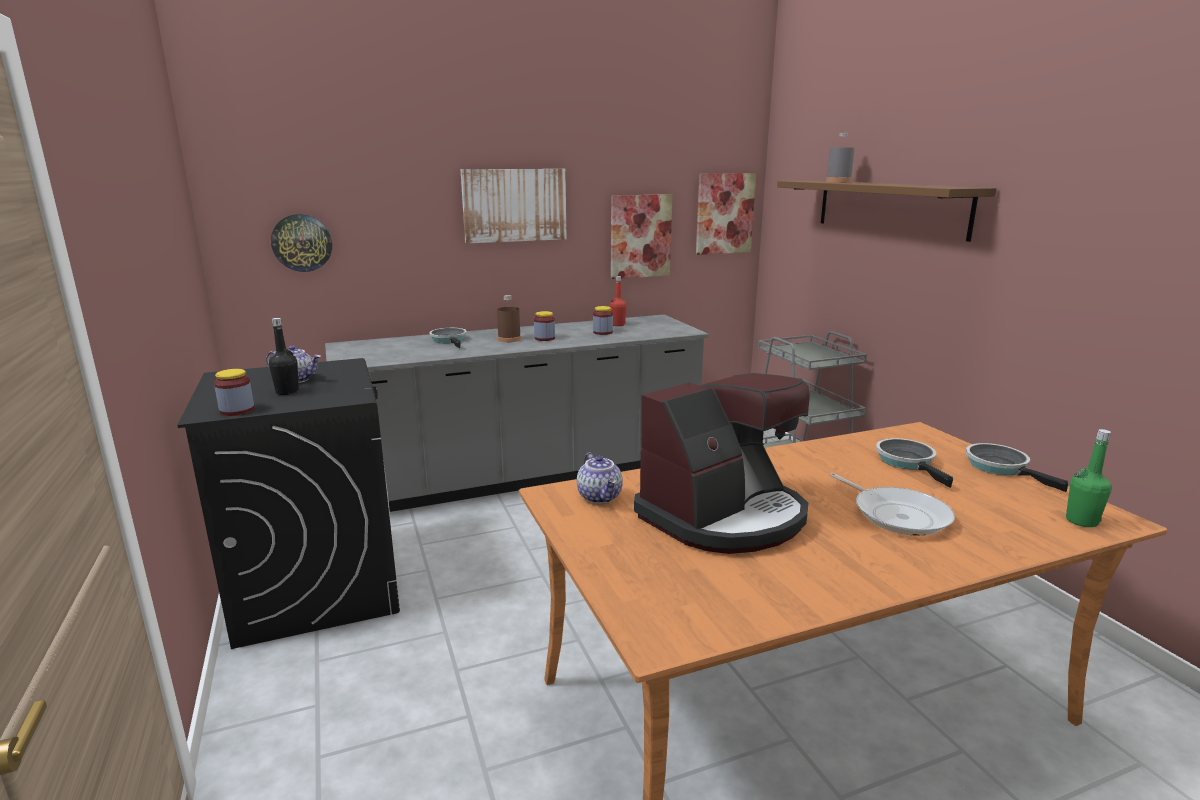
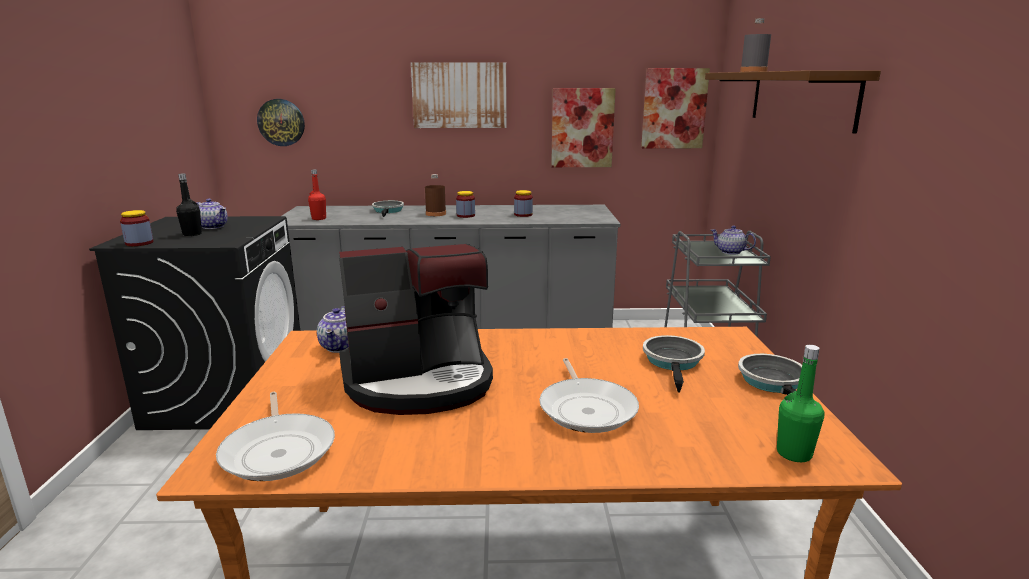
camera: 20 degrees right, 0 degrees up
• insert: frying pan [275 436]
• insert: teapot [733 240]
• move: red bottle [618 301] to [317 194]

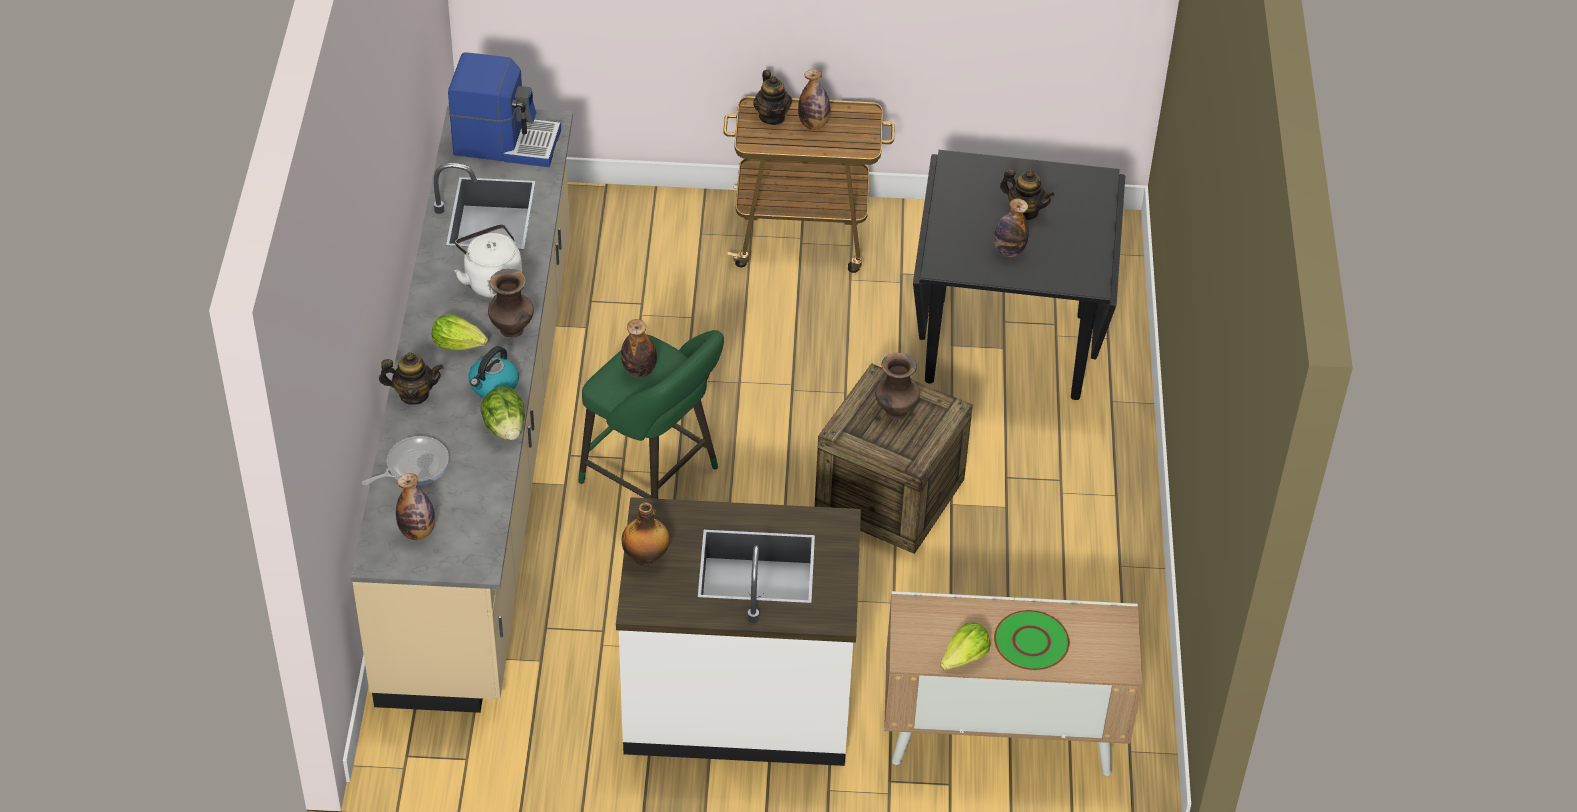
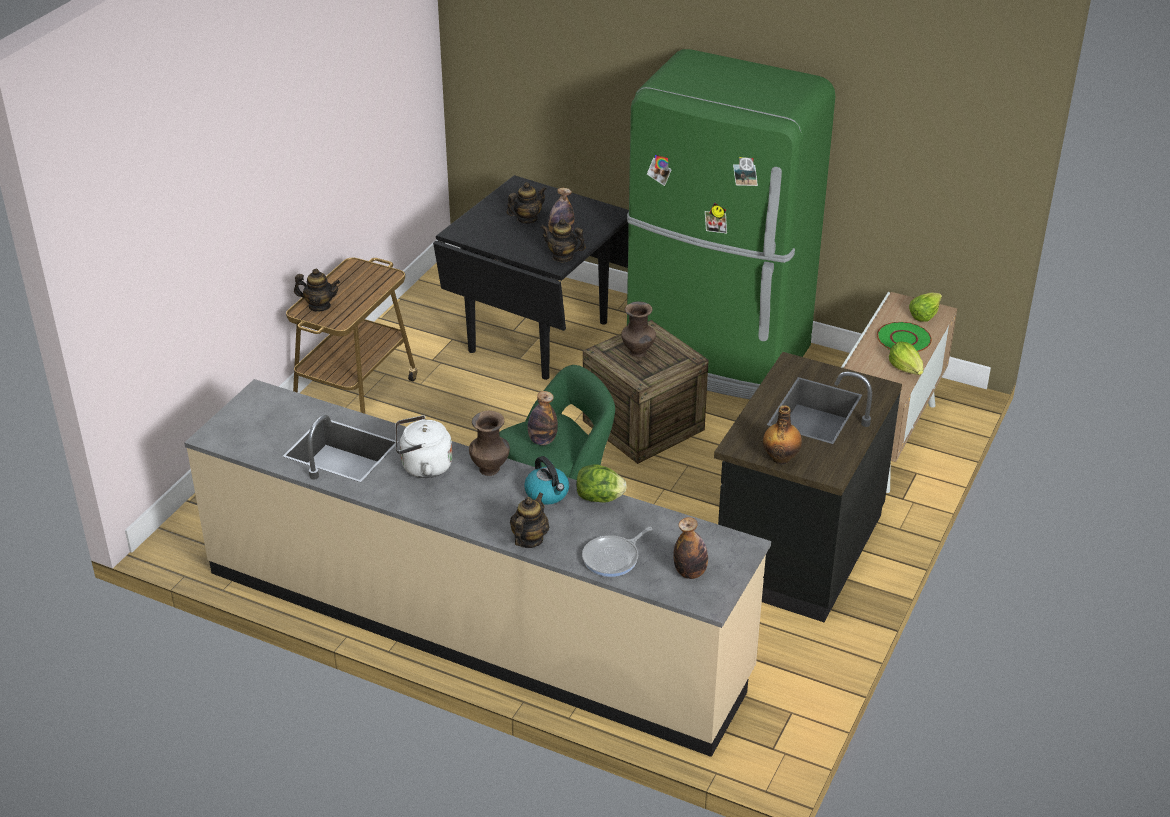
camera: 65 degrees left, 10 degrees down
• delete: coffee machine [504 110]
• delete: bottle [814 99]
• insert: teapot [563 240]
• insert: green fridge [731 224]
• move: lettuce [460 332] to [925 307]
• recolor: white counter [738 631] to black counter [808 487]
• rotate: frying pan [405 460] = [617 552] 120 degrees counterclockwise

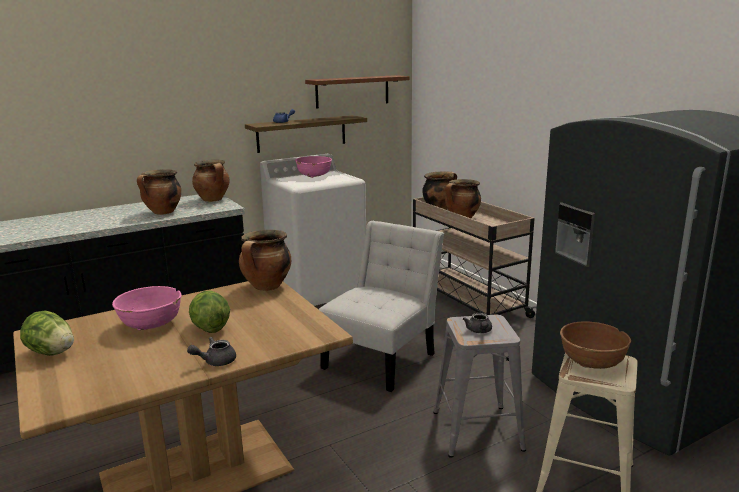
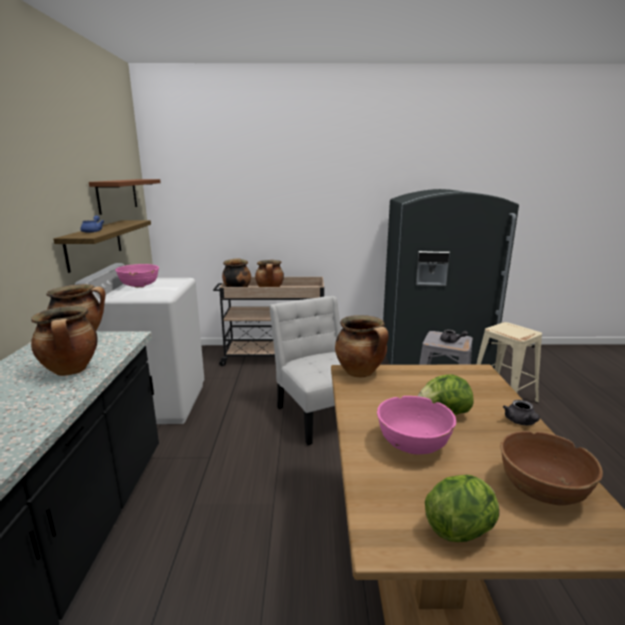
camera: 60 degrees left, 0 degrees up
• move: brown bowl [595 345] to [551 468]

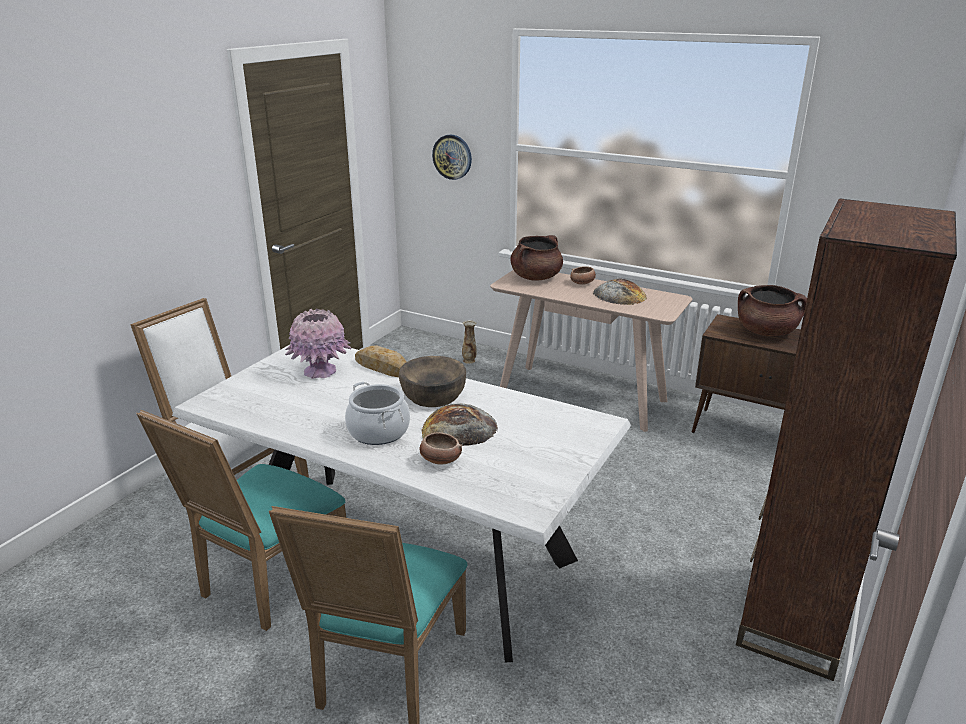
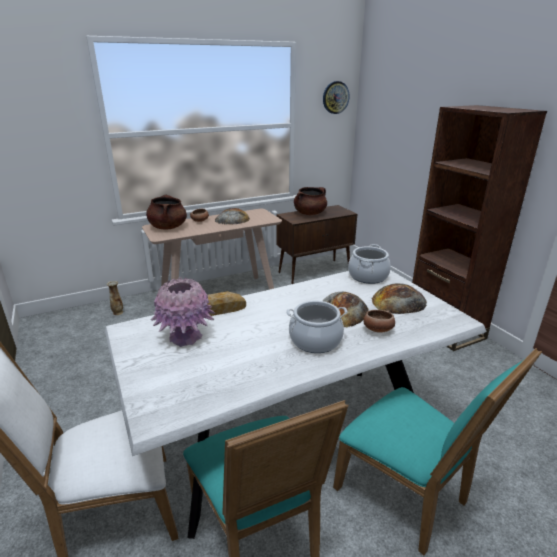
camera: 55 degrees left, 0 degrees up
• delete: brown bowl [432 381]
• insert: cooking pot [369 264]
• insert: bread [399 298]
• move: wall clock [452 157] to [336 97]

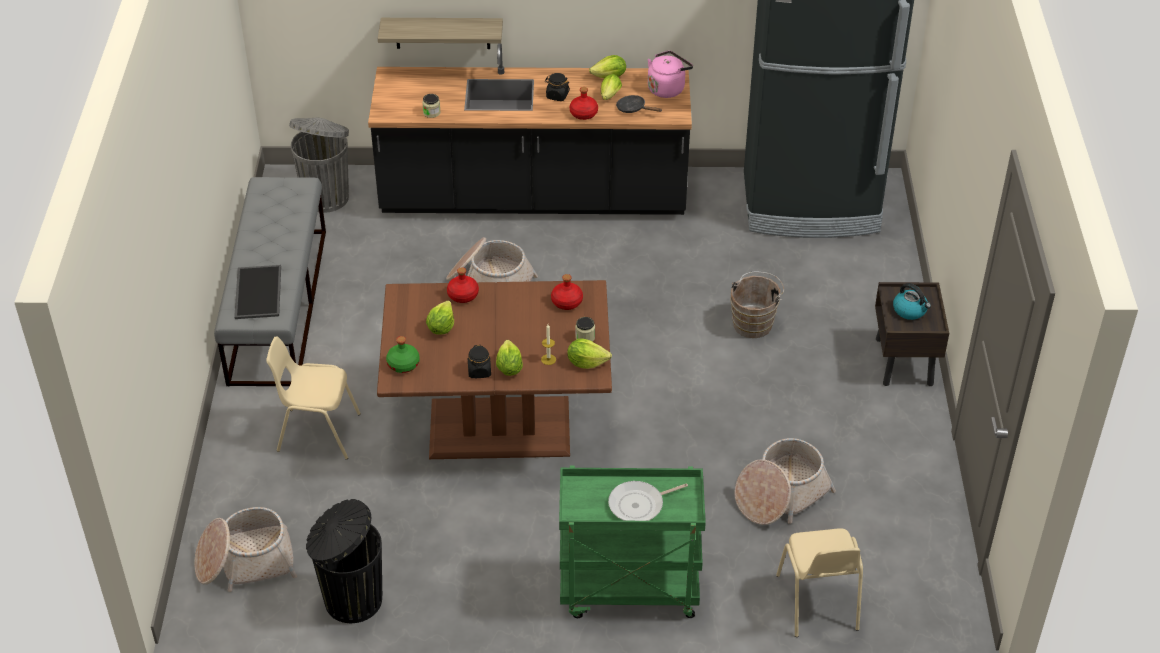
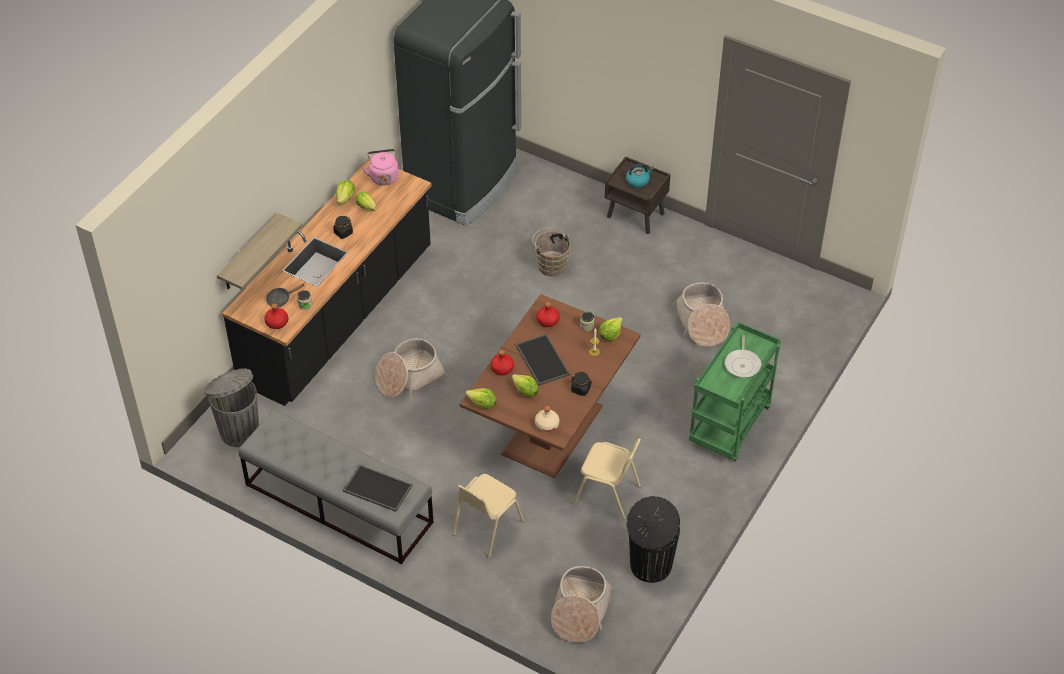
camera: 60 degrees left, 5 degrees up
• insert: tray [542 360]
• move: lettuce [509 358] to [480 398]
• move: red bottle [584 103] to [276 316]
• move: black frying pan [639 104] to [285 295]
• move: beige chair [819 582] to [607 479]
• recolor: green bottle [402 354] to beige bottle [547 419]

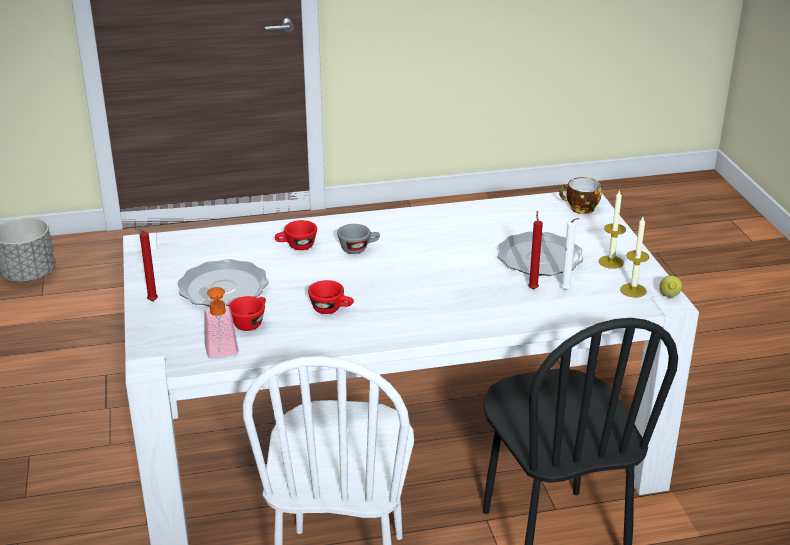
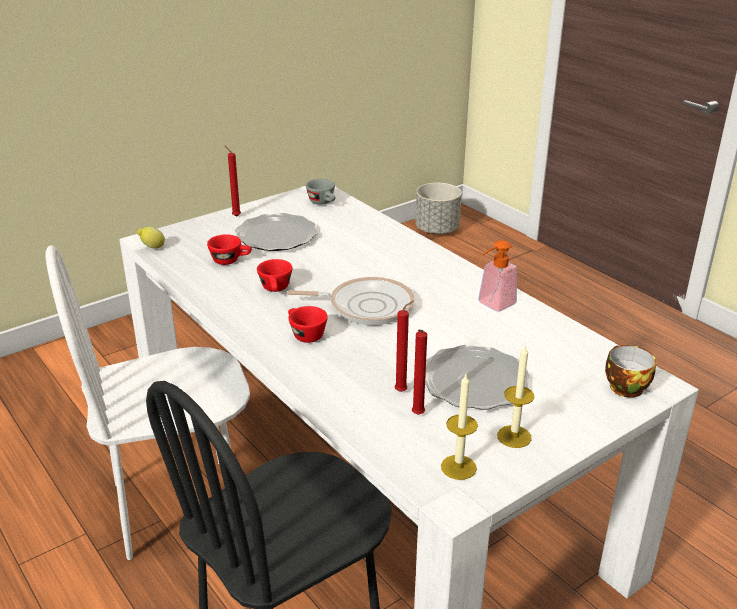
camera: 65 degrees right, 0 degrees up
• insert: frying pan [351 301]
• move: soap dispenser [221 323] to [497 276]
• move: red cup [296 235] to [308 324]
• move: grey cup [358 239] to [321 192]
• move: lemon [671 286] to [151 238]
• recolor: white candle [570 254] to red candle [419 372]

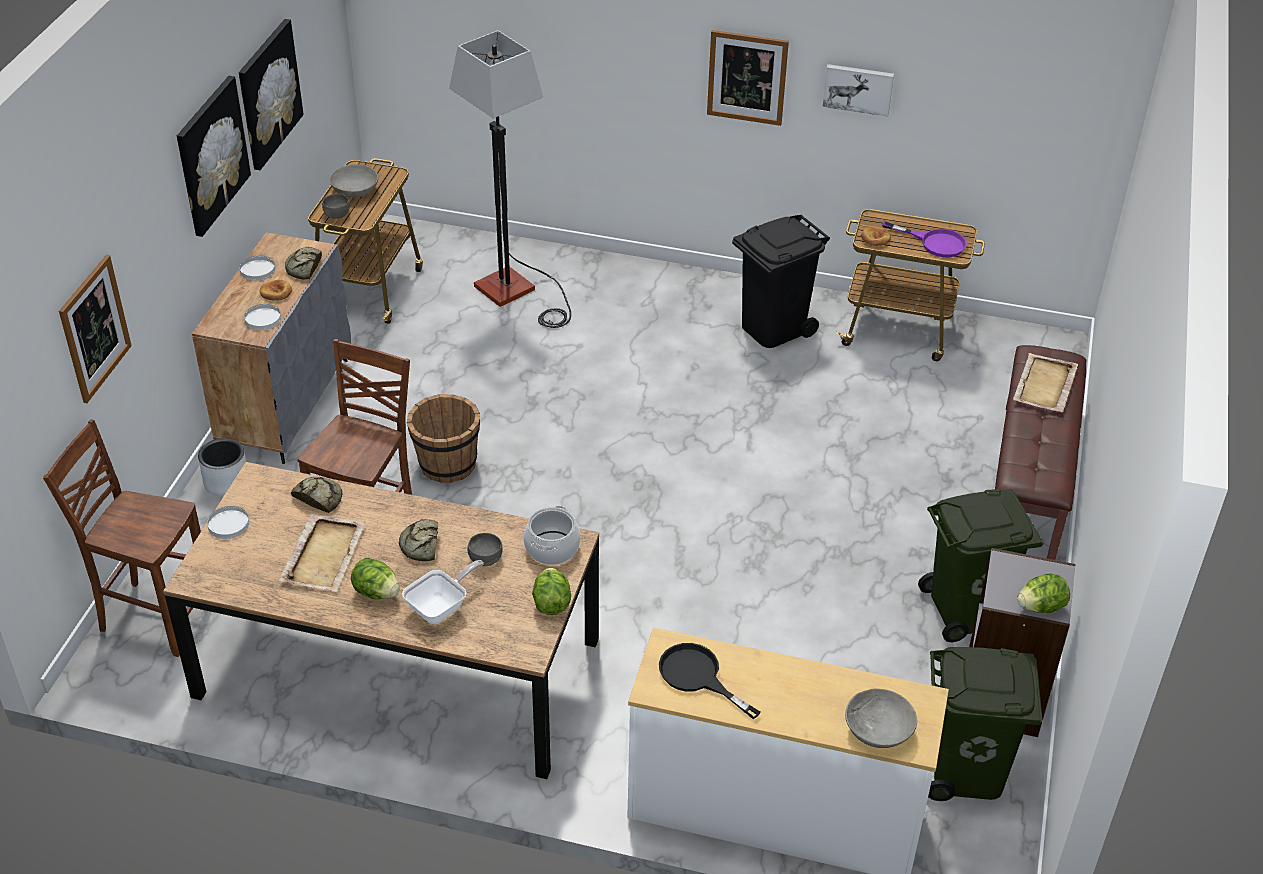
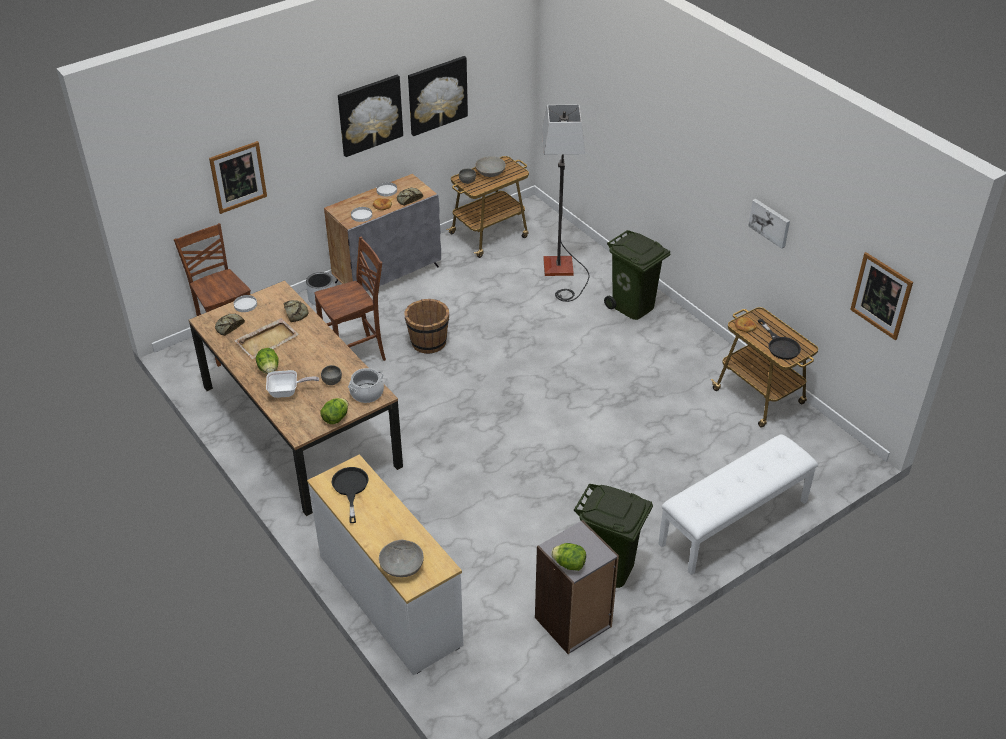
camera: 40 degrees right, 0 degrees up
• delete: black trash can [781 281]
• delete: beige tray [1045 382]
• move: bread [418 540] to [230 325]
• move: picture [748 78] to [881 296]
• move: green trash can [985 724] to [637 275]
• recolor: purple frying pan [924 239] to black frying pan [779 339]
• recolor: brown bench [1040 452] to white bench [738 504]

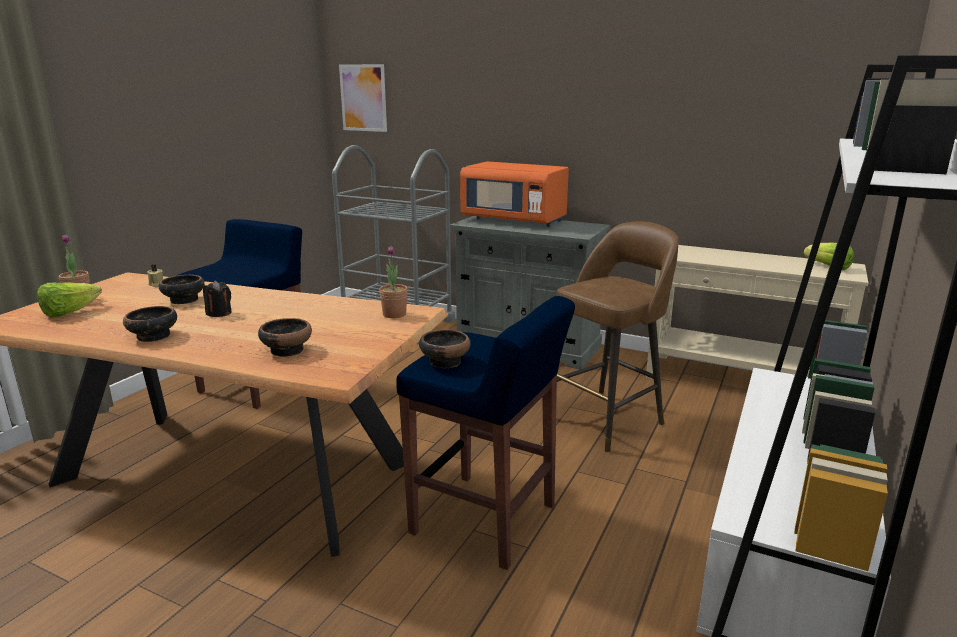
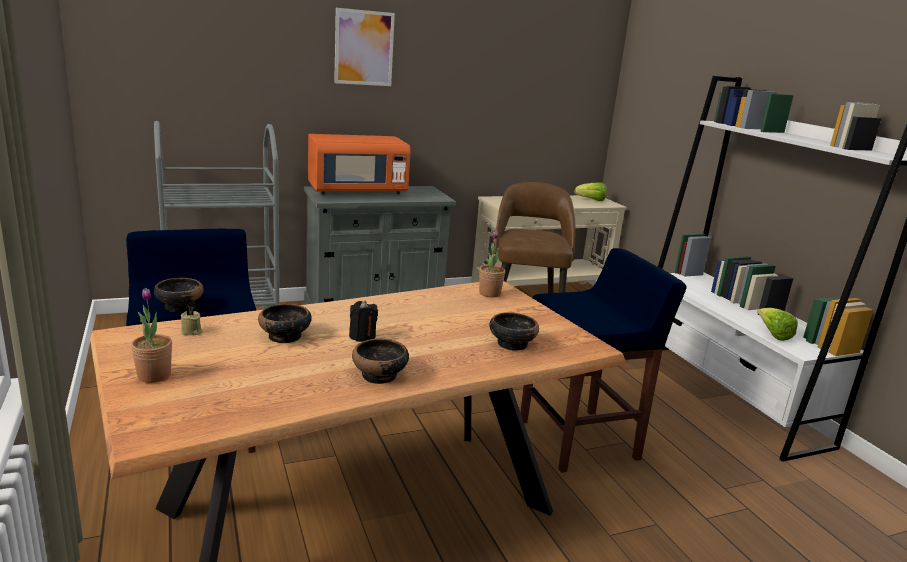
camera: 50 degrees left, 0 degrees up
• move: lettuce [69 300] to [777 324]
• move: picture [363 98] to [364 47]
• move: bowl [445 348] to [179 295]

